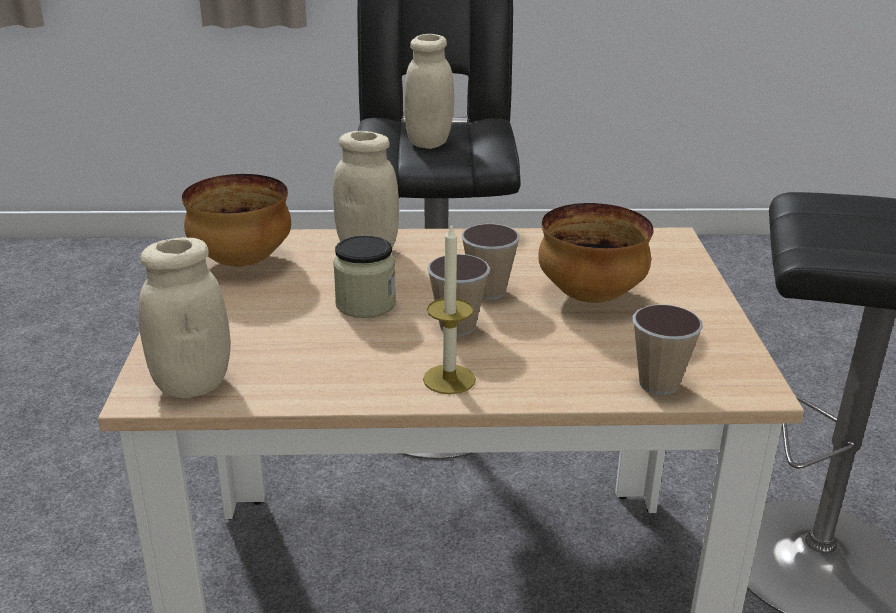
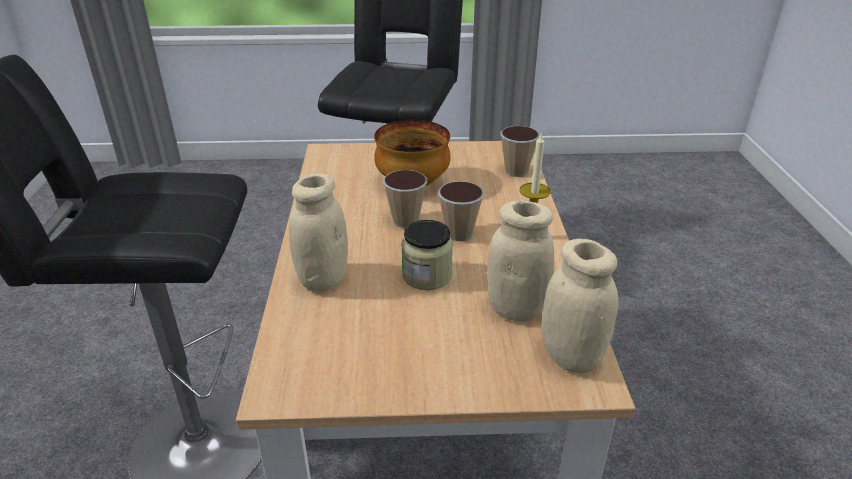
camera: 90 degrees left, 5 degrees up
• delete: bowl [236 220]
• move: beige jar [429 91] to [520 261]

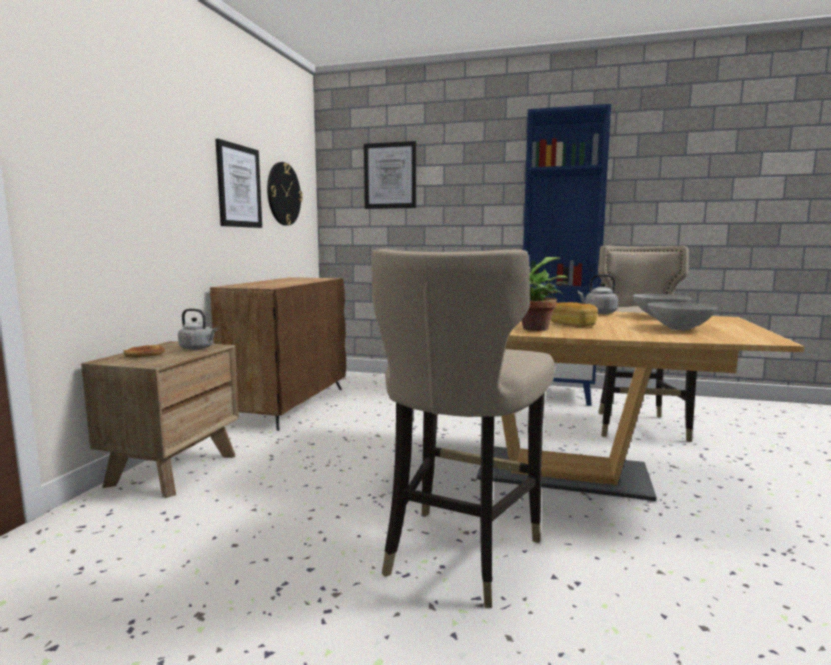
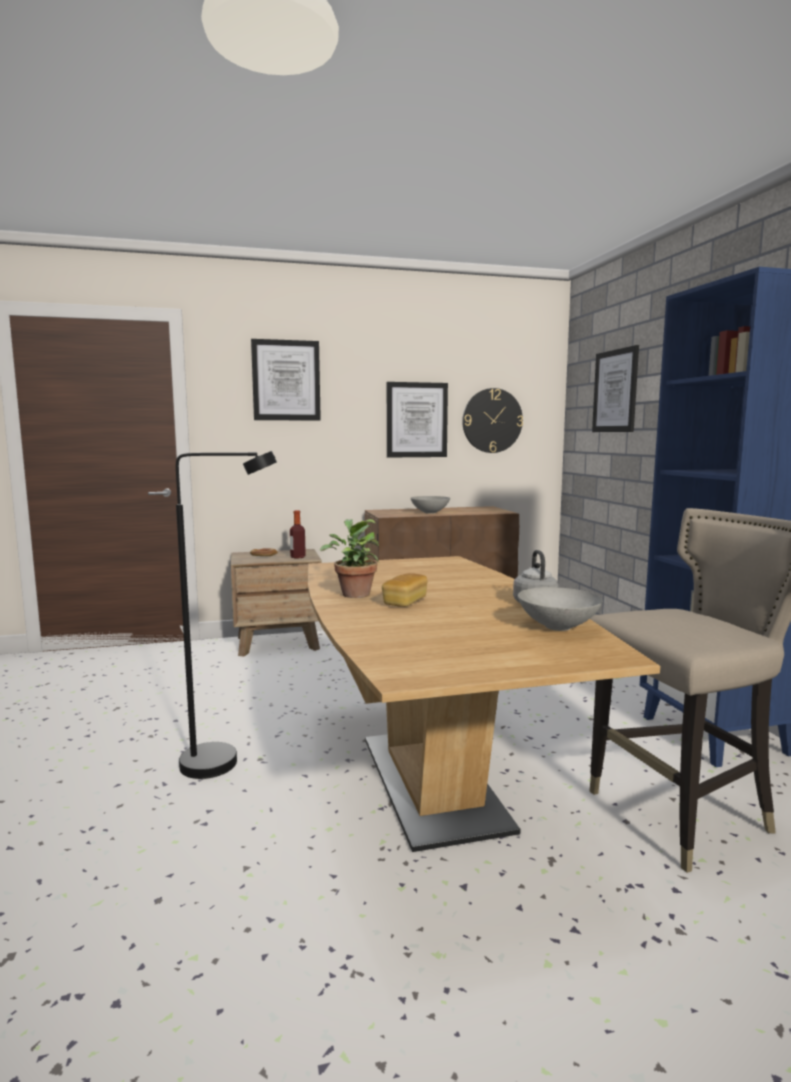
camera: 60 degrees right, 0 degrees up
• insert: picture [286 380]
• move: grey bowl [682 316] to [430 505]
• replace: grey kettle [198 329] to bottle [298 534]
• replace: beige stool [463 428] to black floor lamp [226 615]

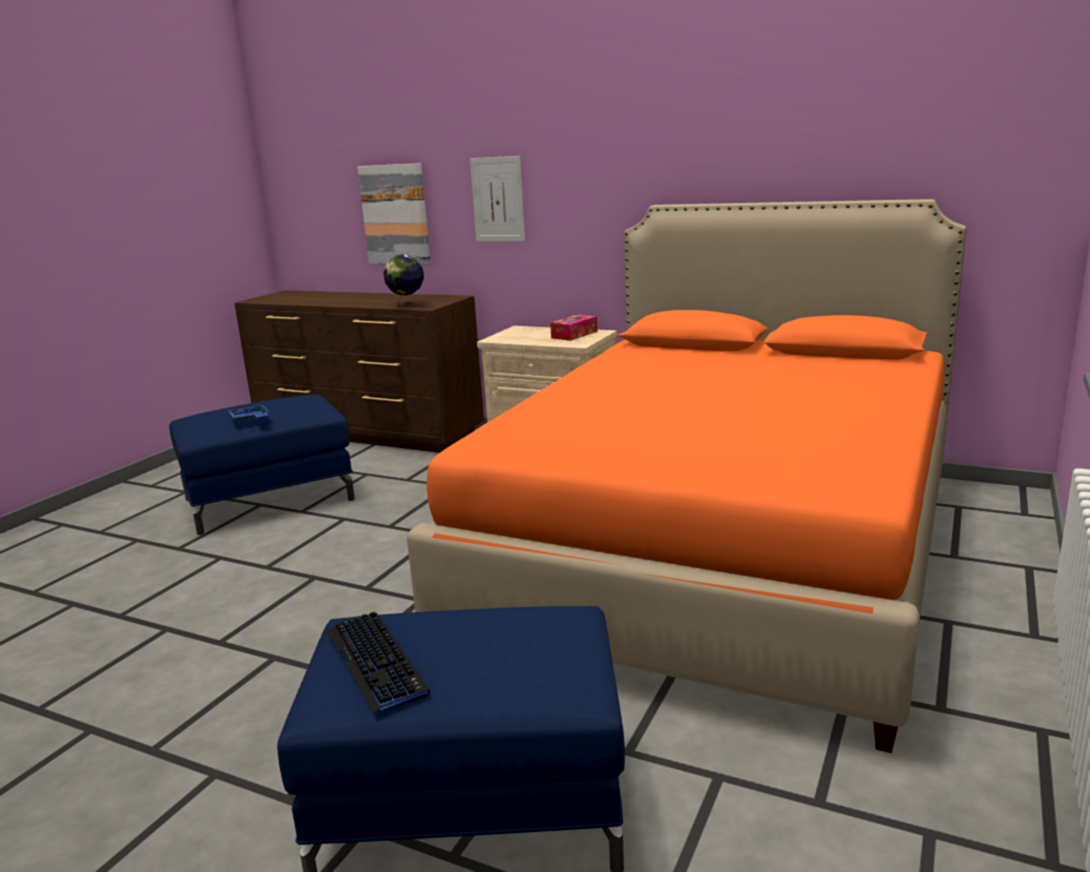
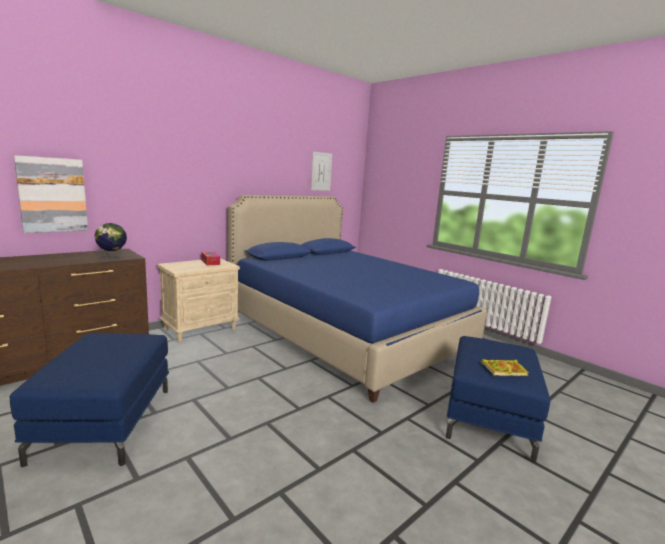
camera: 70 degrees left, 5 degrees down
• delete: blue tray [248 412]
• move: picture [497 198] to [321 171]
• replace: keyboard [378 662] to book [505 367]
• recolor: orange bed [687 476] to blue bed [357 299]

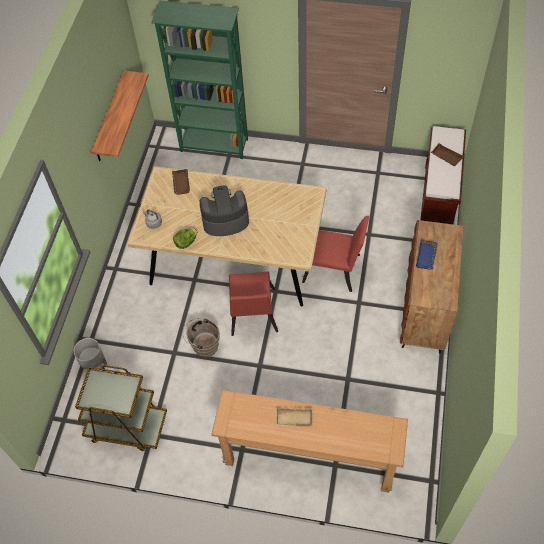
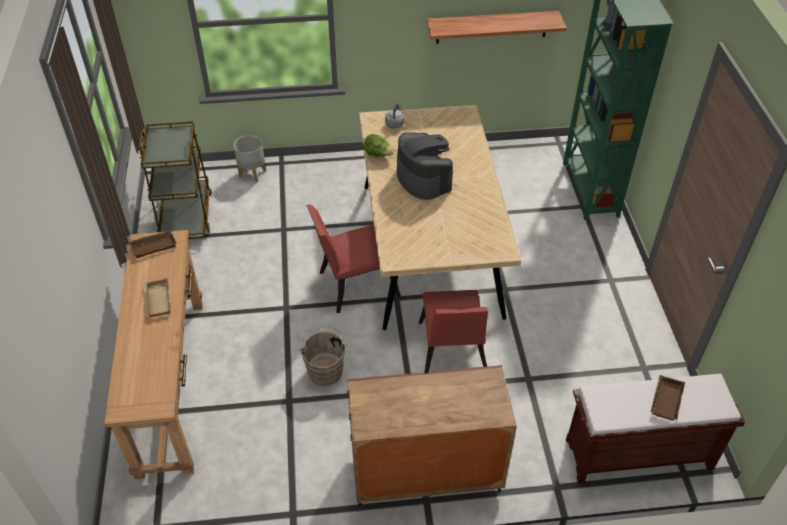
camera: 70 degrees right, 10 degrees down
• delete: blue tray [427 254]
• move: brown tray [181 182] to [153 244]
• move: brown bucket [201 337] to [323 356]

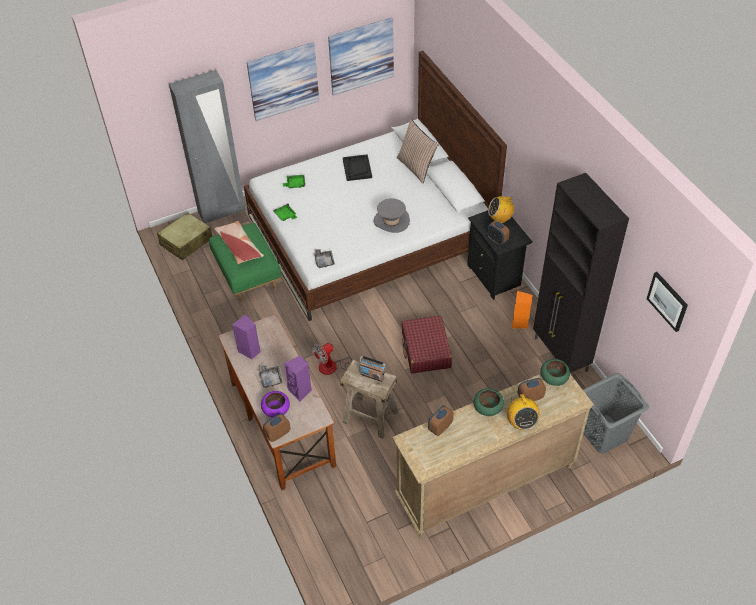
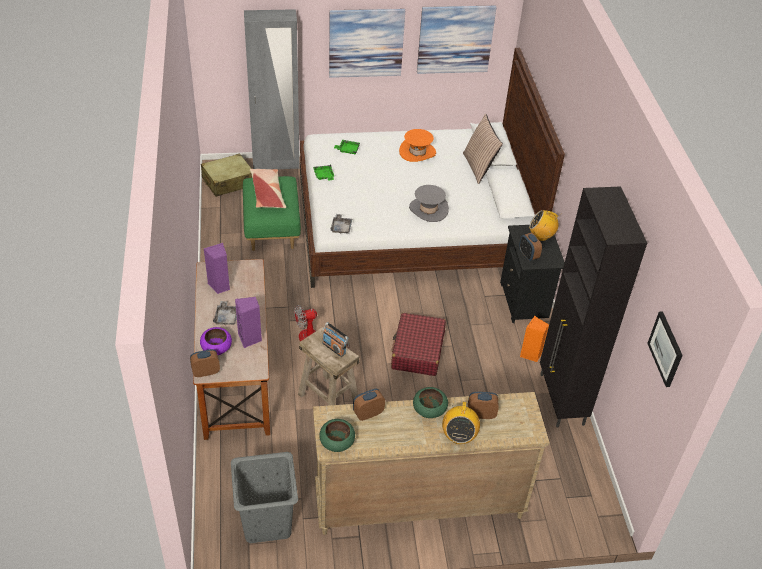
camera: 15 degrees right, 5 degrees down
• move: green bowl [555 372] to [337 435]
• move: grey laundry basket [616 413] to [264 497]
• replace: black tray [357 167] to orange hat [417 145]

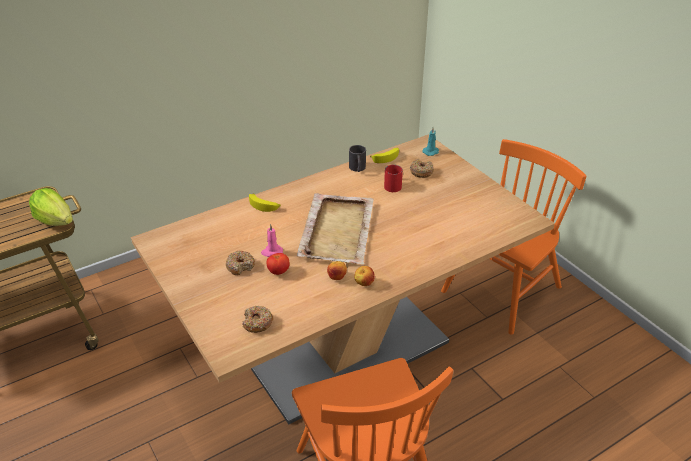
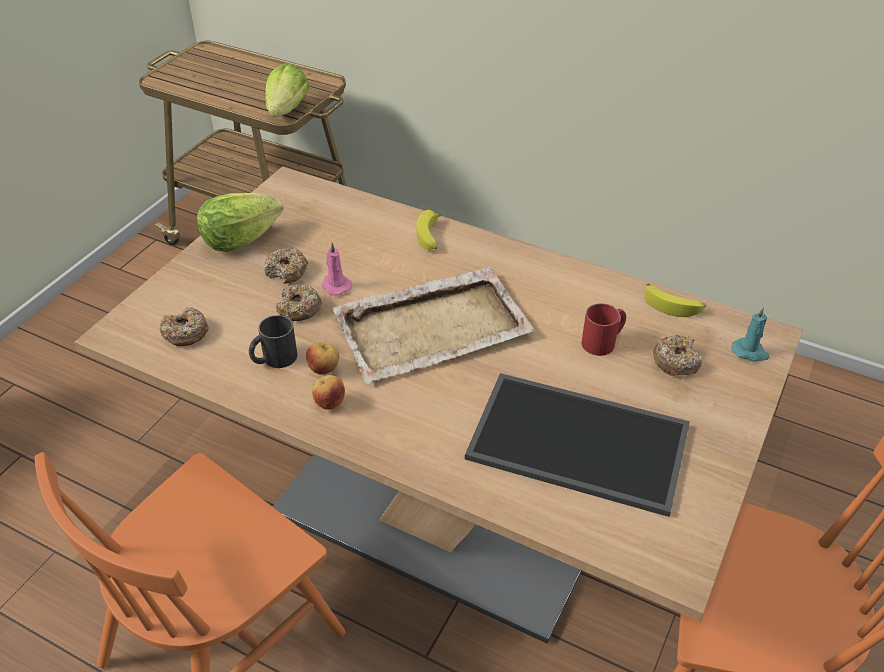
camera: 60 degrees right, 5 degrees up
• insert: lettuce [240 222]
• insert: tray [577 445]
• move: black mug [357 158] to [273 341]
• replace: tomato [278 264] to donut [299 302]

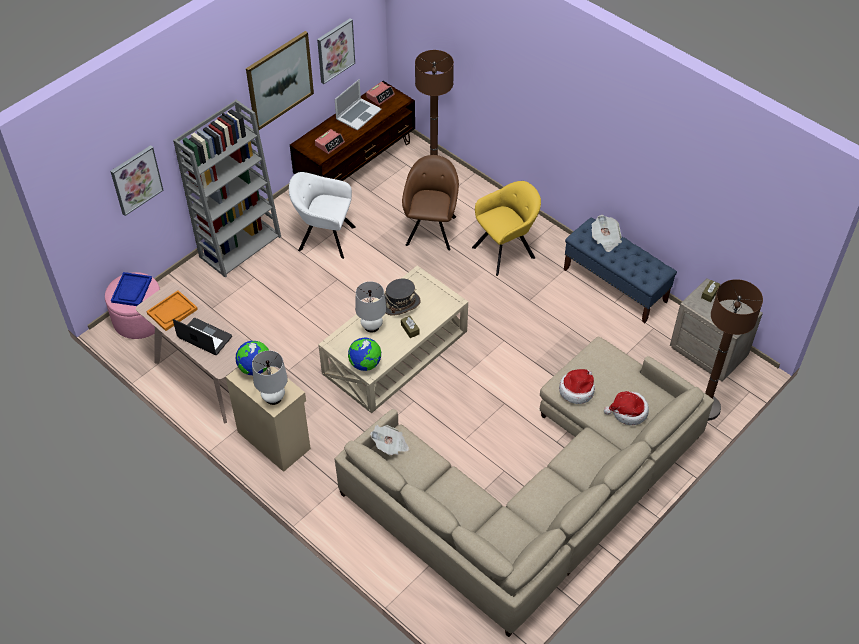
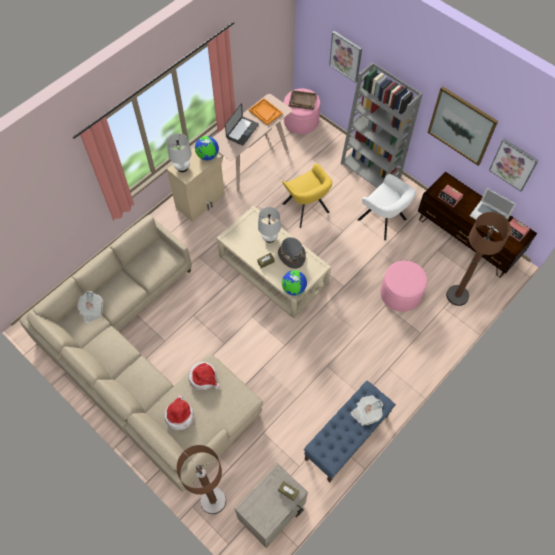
camera: 90 degrees right, 10 degrees up
• move: globe [364 354] to [294 283]
• move: newspaper [389 440] to [90 307]
• move: yellow armchair [506 228] to [307 196]
• replace: brown armchair [430 203] to pink ottoman [403 286]
• recolor: blue tray [131 289] to brown tray [303 100]
• rotate: white armchair [322 215] = [386 207] 120 degrees clockwise

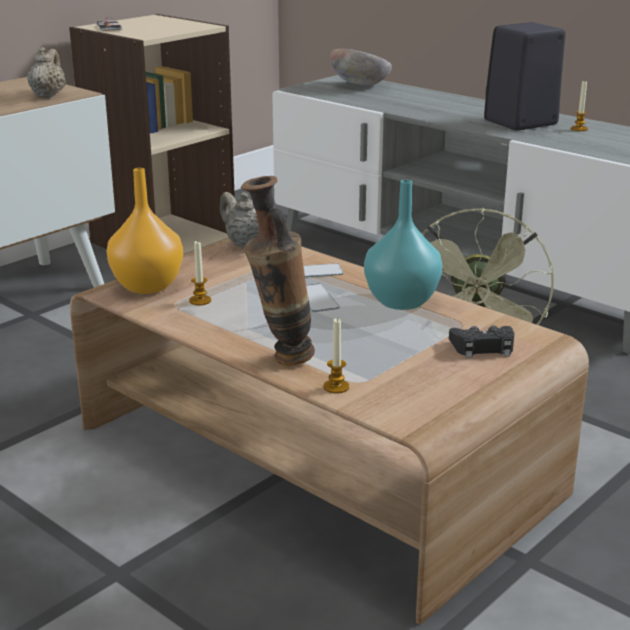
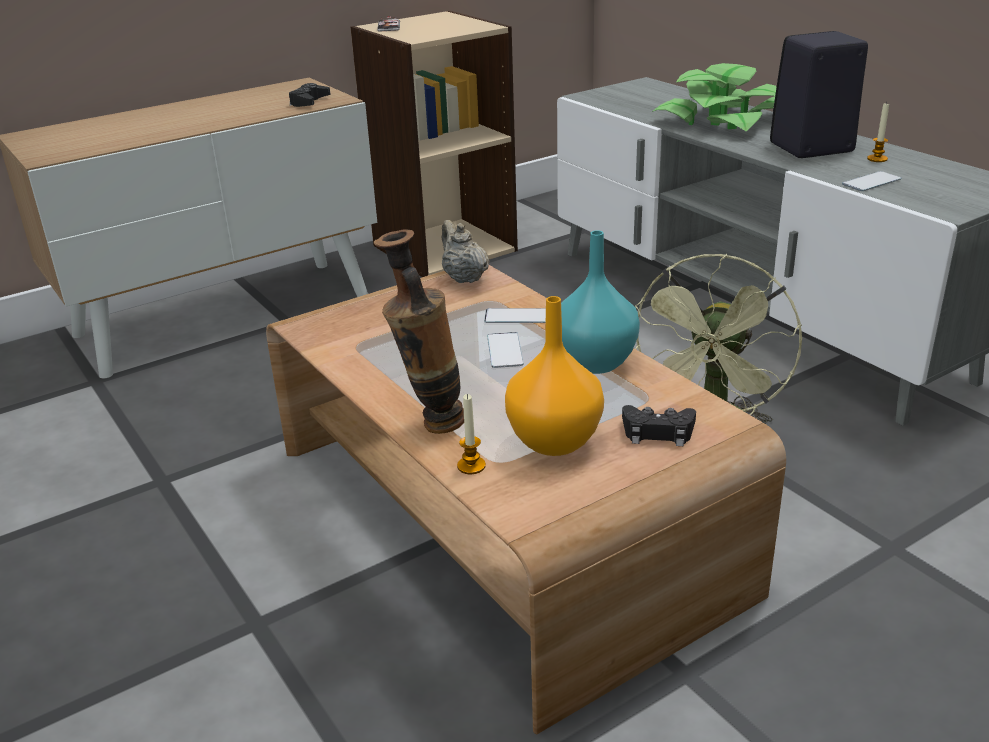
camera: 15 degrees right, 5 degrees up
• delete: candle [200 272]
• delete: bowl [361 67]
• insert: potted plant [714 97]
• insert: phone [872 181]
• move: orange vase [145 231] to [554 376]
• replace: beige teapot [46 72] to black game controller [309 95]

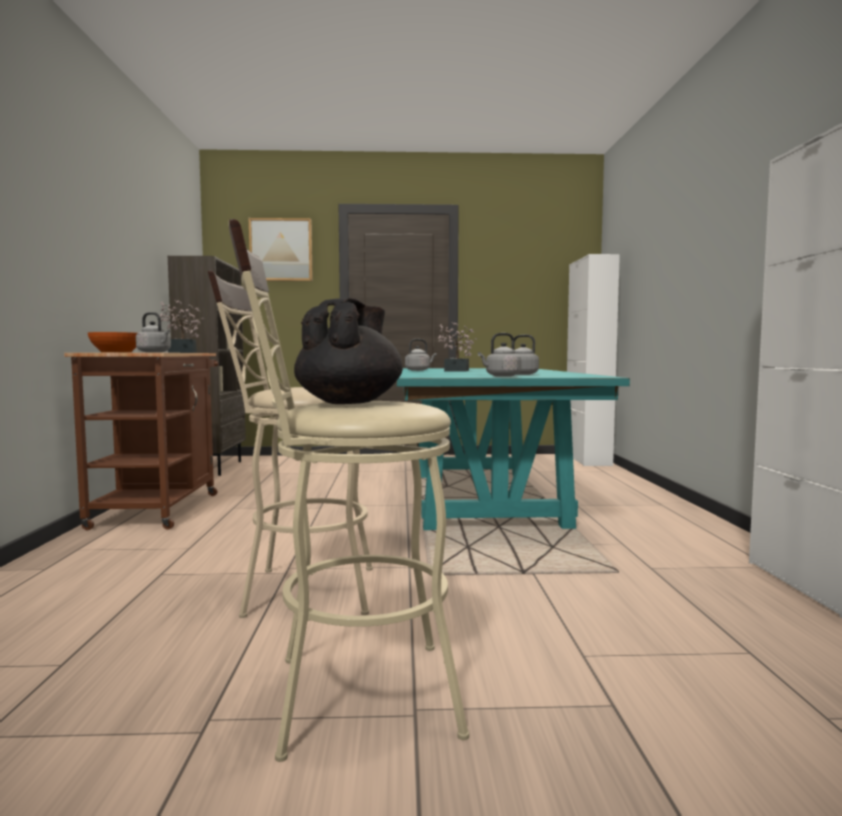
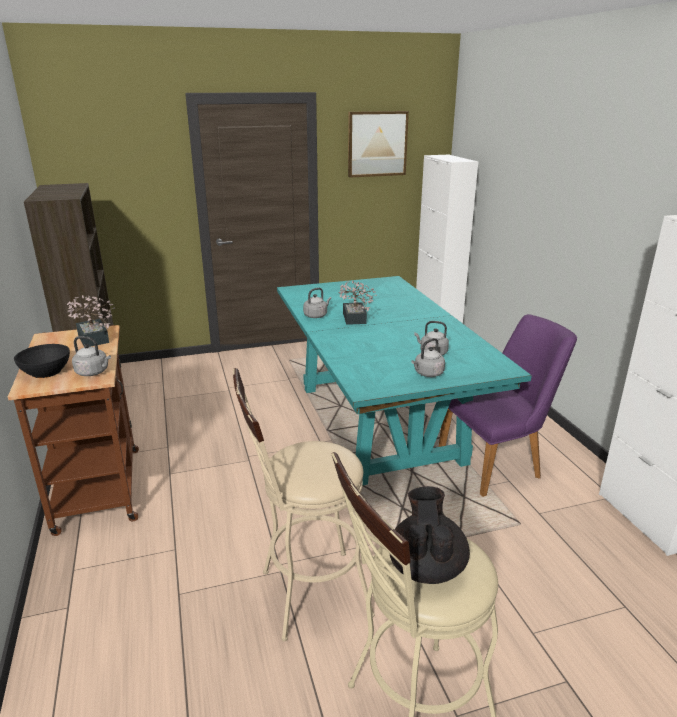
camera: 15 degrees left, 20 degrees up
• insert: purple chair [508 405]
• move: picture [281 249] to [378 144]
• recolor: orange bowl [112 342] to black bowl [42 361]

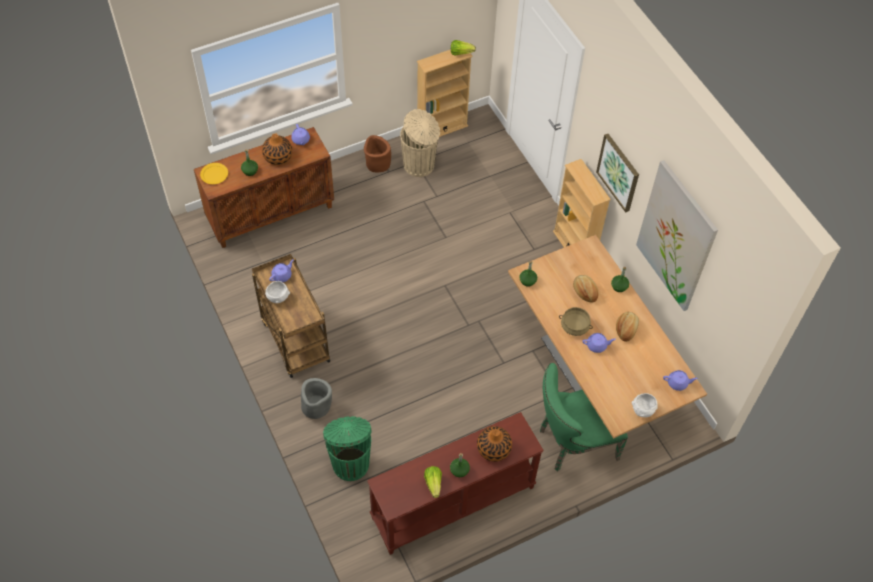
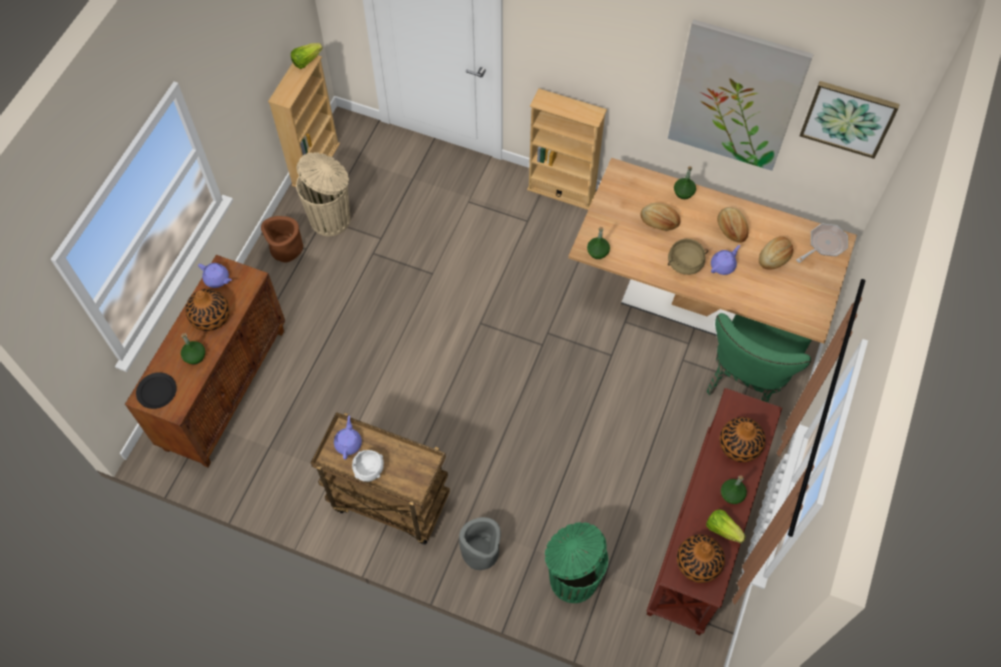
camera: 40 degrees left, 5 degrees up
• delete: white bowl [645 405]
• insert: vase [701 559]
• insert: bread [776 253]
• move: picture [617 173] to [850 120]
• replace: purple teapot [680 380] to frying pan [822 243]
• recolor: yellow plate [214 173] to black plate [156 390]

